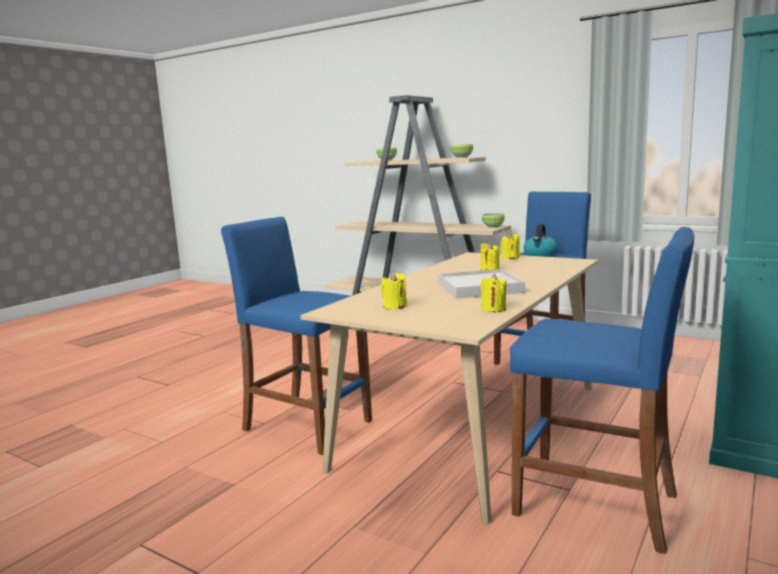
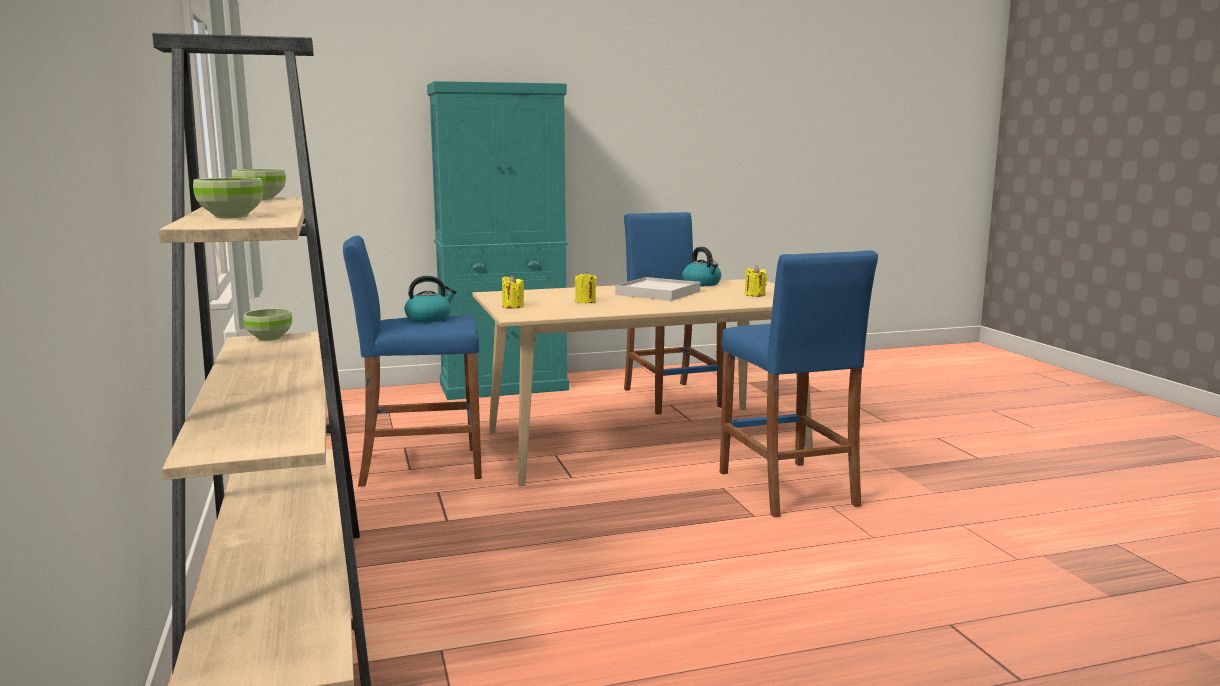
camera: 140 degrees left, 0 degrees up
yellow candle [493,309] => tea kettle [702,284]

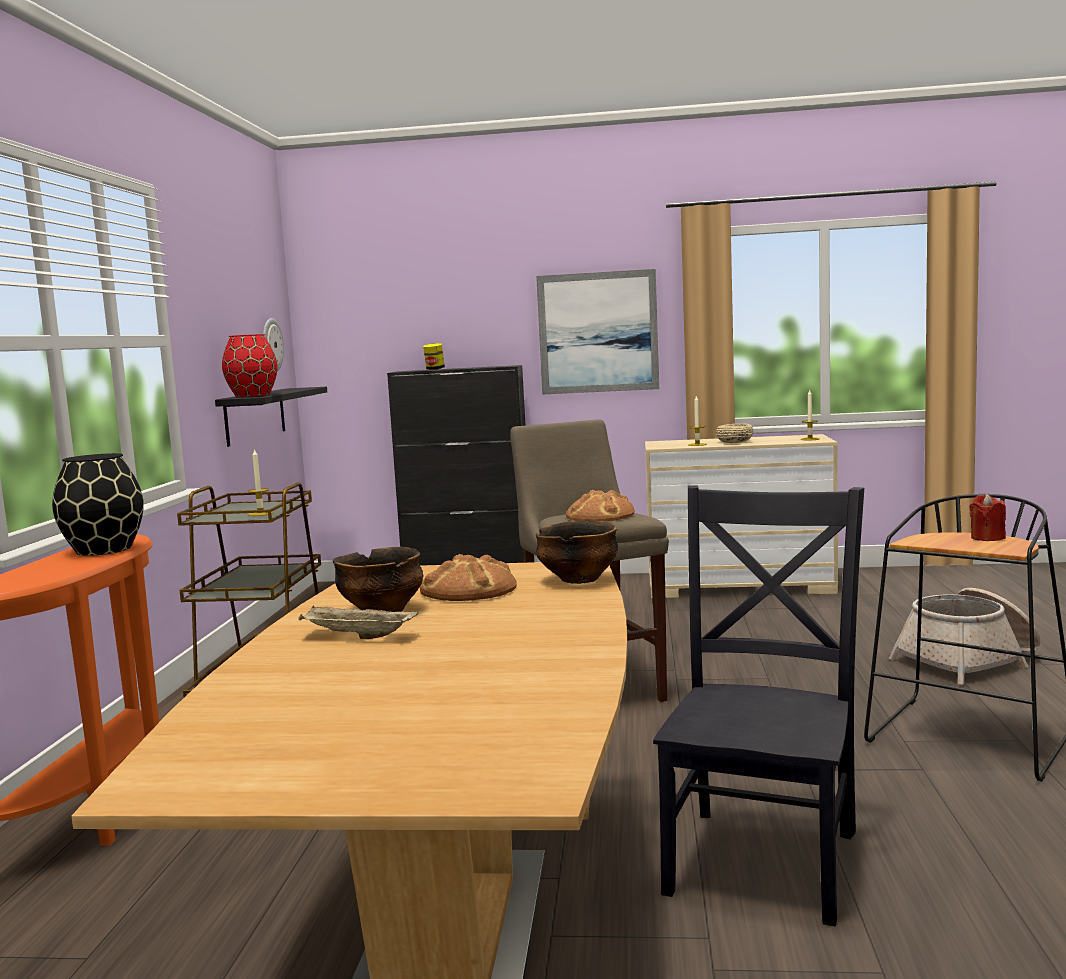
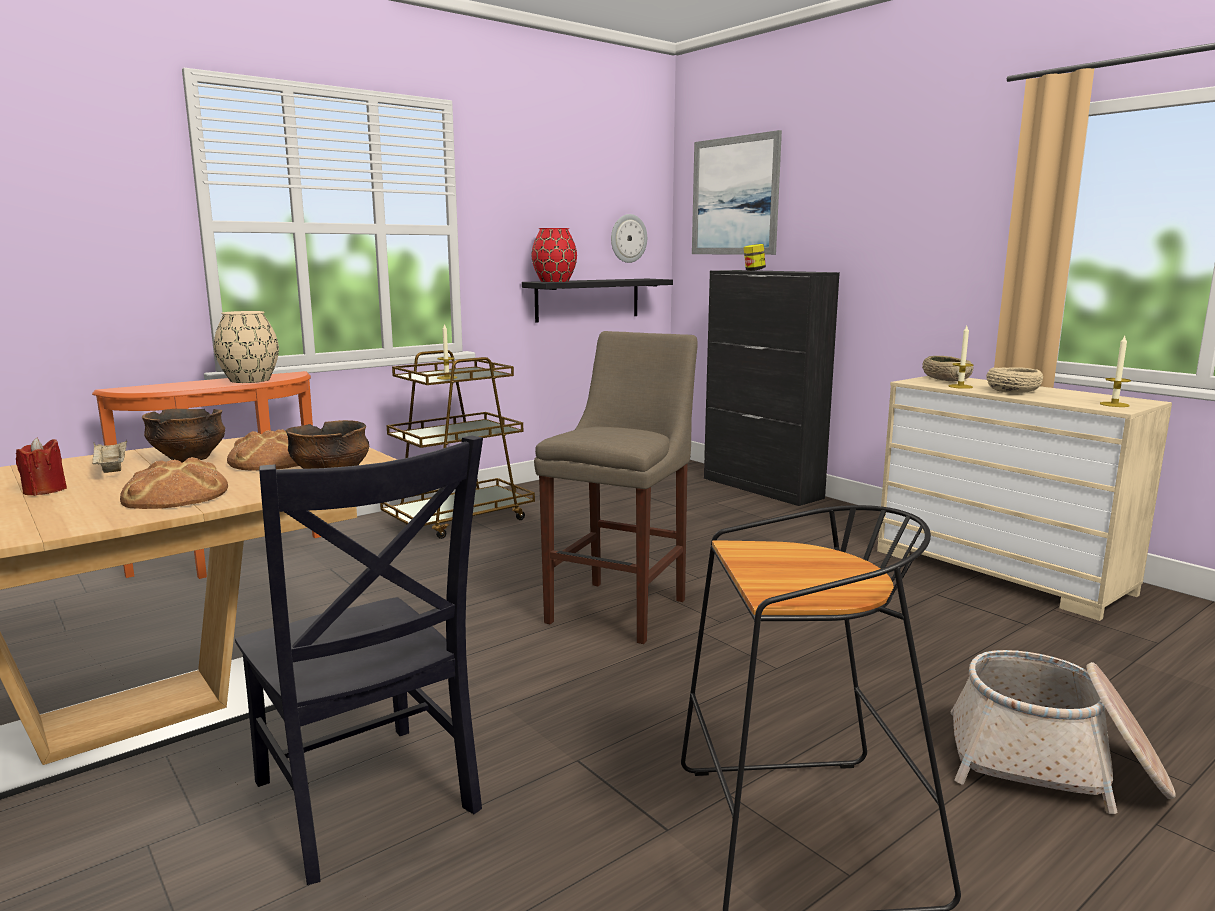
camera: 45 degrees right, 5 degrees up
reddish candle [987,538] => reddish candle [45,491], move
baked bread [600,515] => baked bread [176,495], move
black-coloured decorative vase [105,549] => sand-coloured decorative vase [250,380]
black-coloured plain chair [765,857] => black-coloured plain chair [367,802], 75 degrees clockwise
wall picture [598,332] => wall picture [734,196], move
nothing => sand-coloured deep dish [946,379]

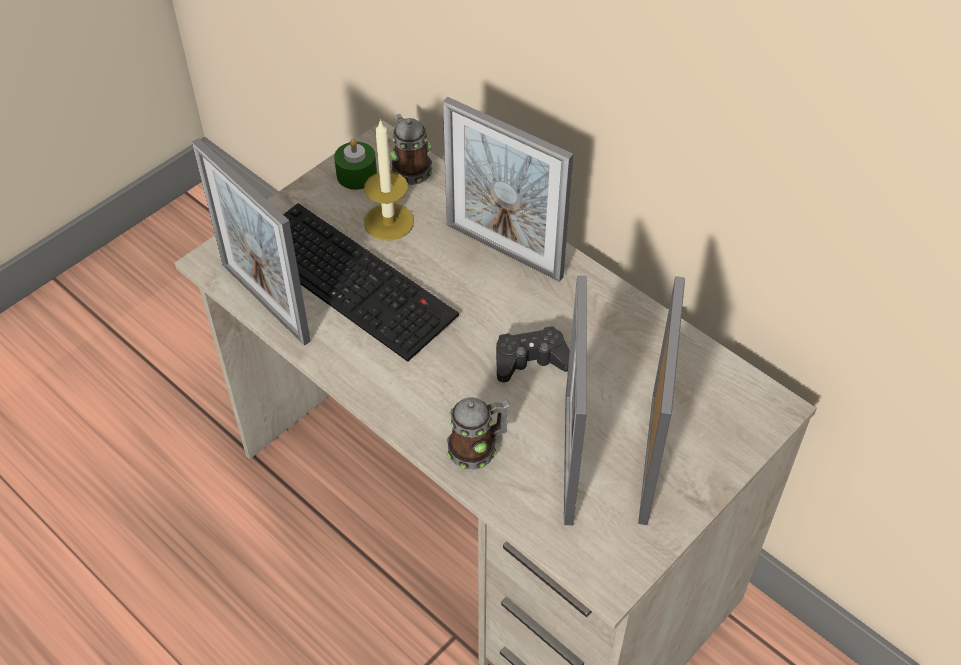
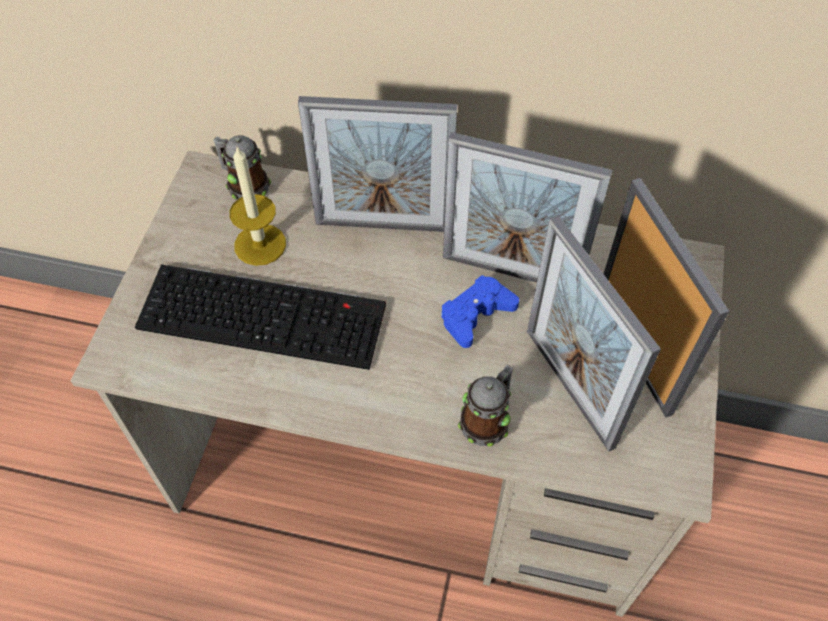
camera: 30 degrees left, 5 degrees up
black-coloured game controller [530,360] => blue-coloured game controller [476,315]
picture frame [265,302] => picture frame [510,272], move
green-coloured candle [356,175] => nothing

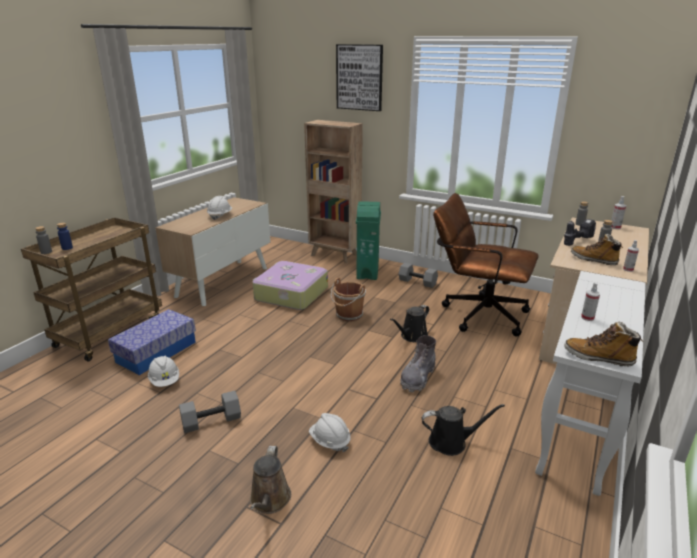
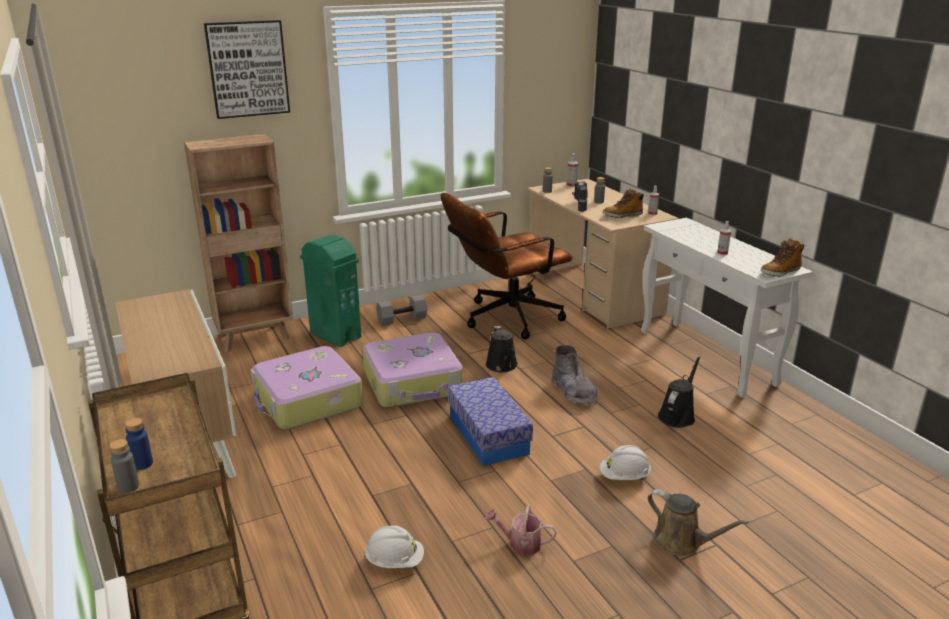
camera: 55 degrees left, 0 degrees up
brown water bucket [348,315] => suitcase [413,383]
storage bin [156,352] => storage bin [488,434], move
gray free weight [212,420] => sprinkling can [520,544]
whitish hard hat [220,216] => nothing

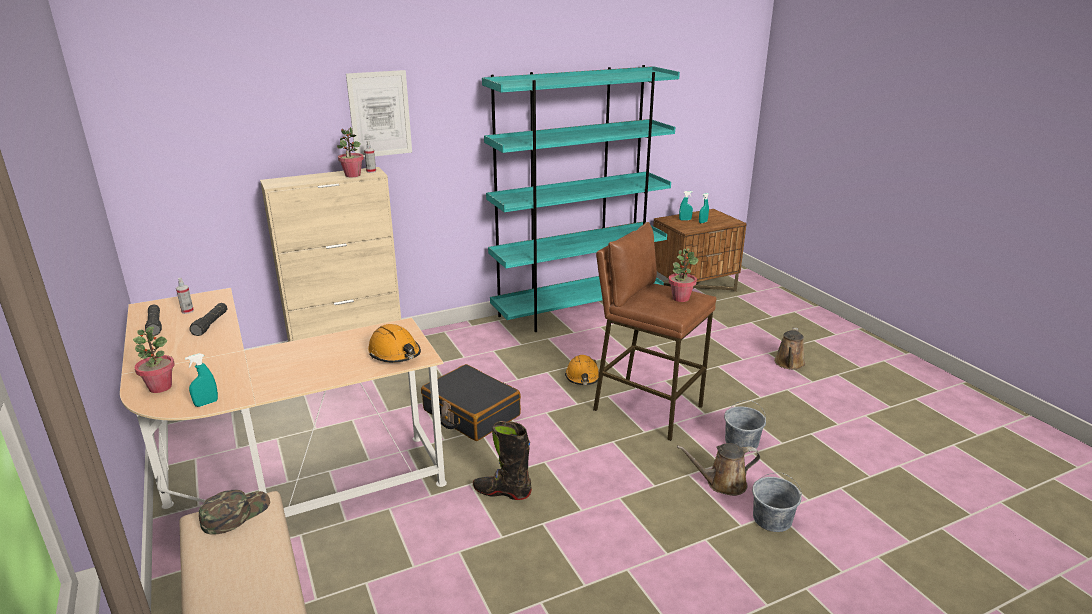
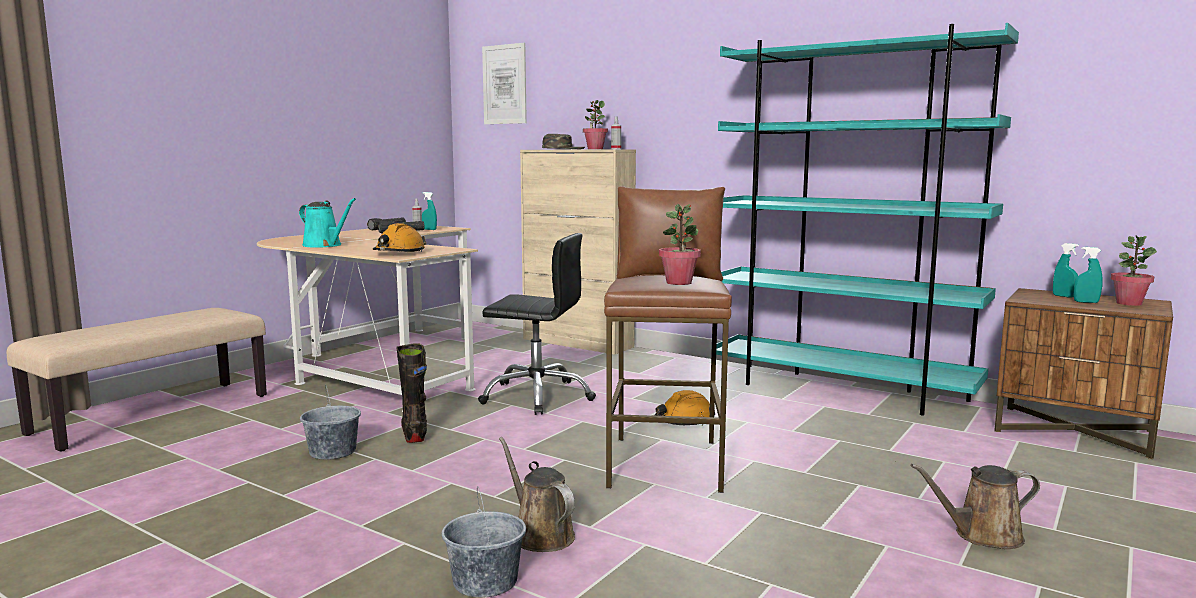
camera: 60 degrees right, 15 degrees down
nothing => turquoise-coloured sprinkling can [325,245]
gray water bucket [742,442] => gray water bucket [333,452], move
turquoise-coloured spray bottle [206,403] => turquoise-coloured spray bottle [429,229], move
black-coloured suitcase [471,413] => black-coloured desk chair [537,396]
wall picture [380,114] => wall picture [504,84], move
green-coloured peaked cap [235,513] => green-coloured peaked cap [563,149], move
houseplant [160,387] => houseplant [1129,303], move

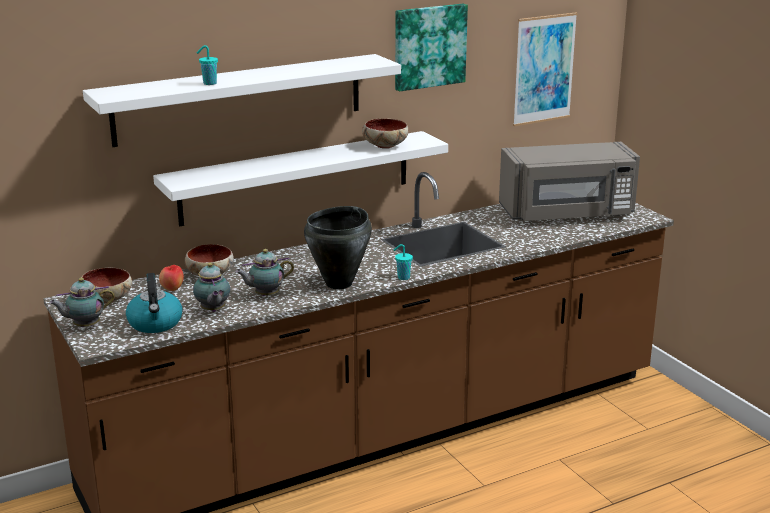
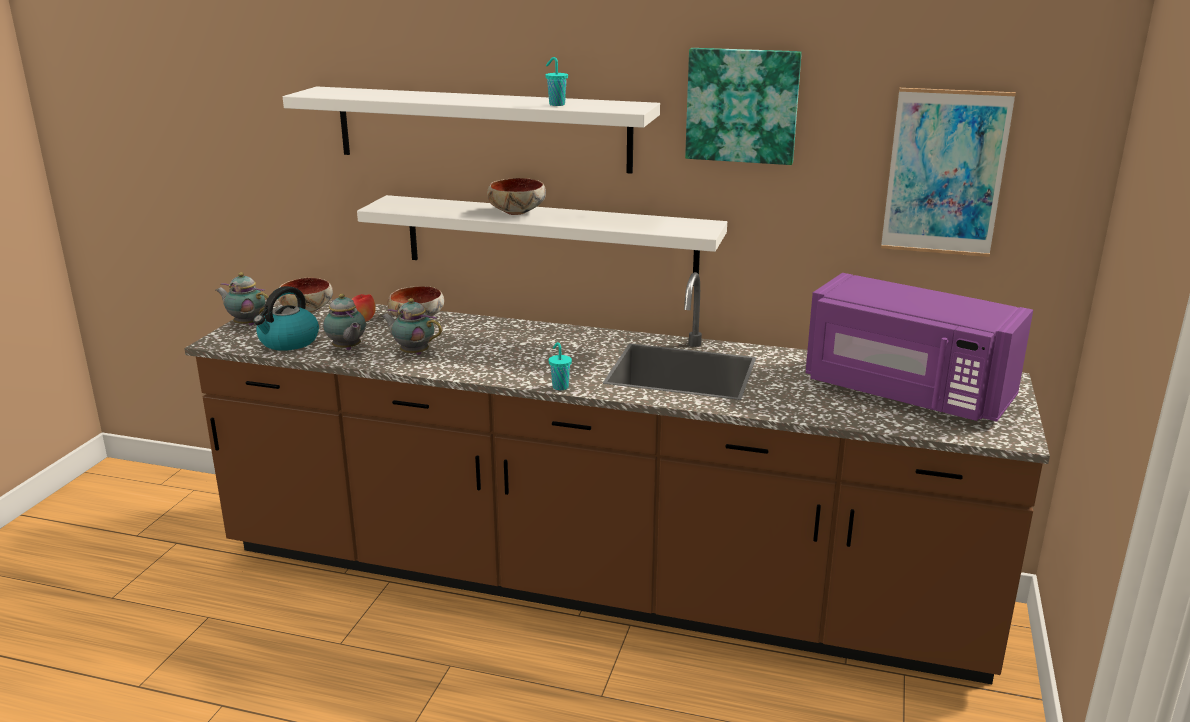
camera: 45 degrees right, 0 degrees up
teapot [213,310] => teapot [347,349], 60 degrees counterclockwise
deep dish [384,146] => deep dish [517,212], move
turquoise-coloured small cup [209,83] => turquoise-coloured small cup [556,104], move
gray microwave [567,213] => purplish microwave [905,393]
black-coloured saucepot [339,283] => nothing

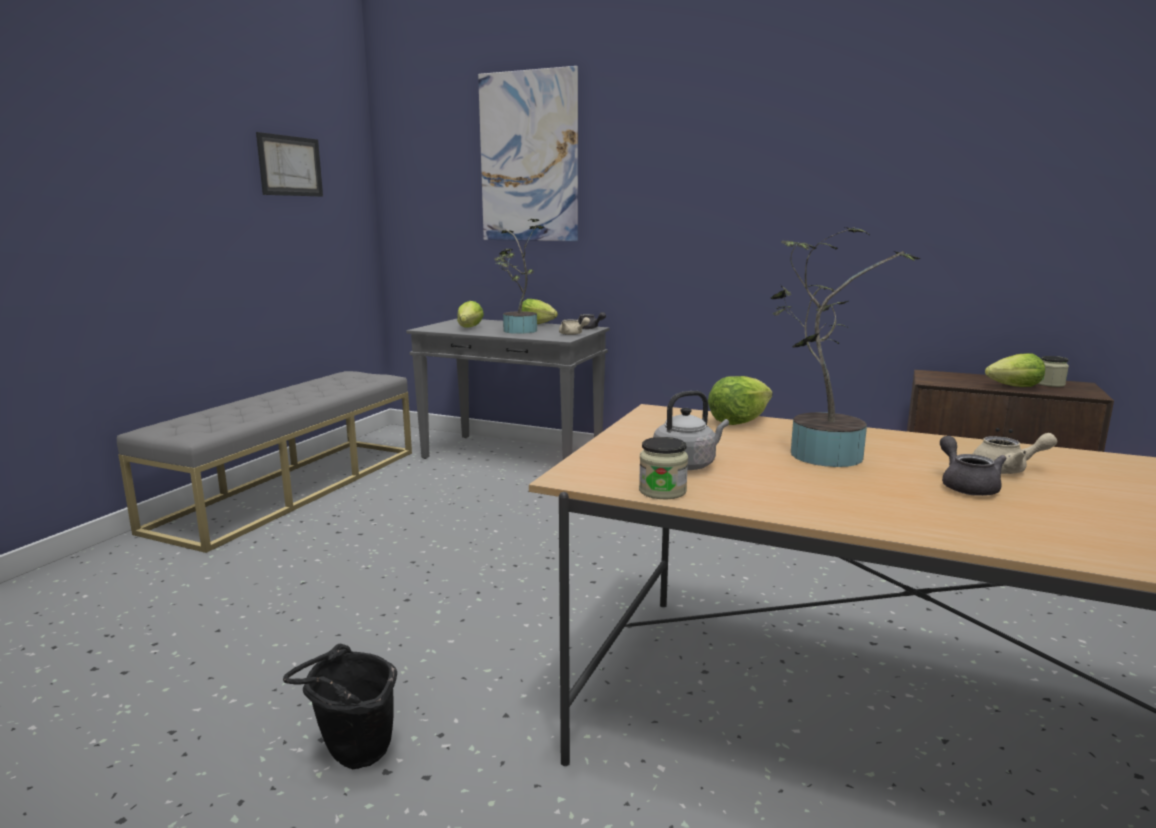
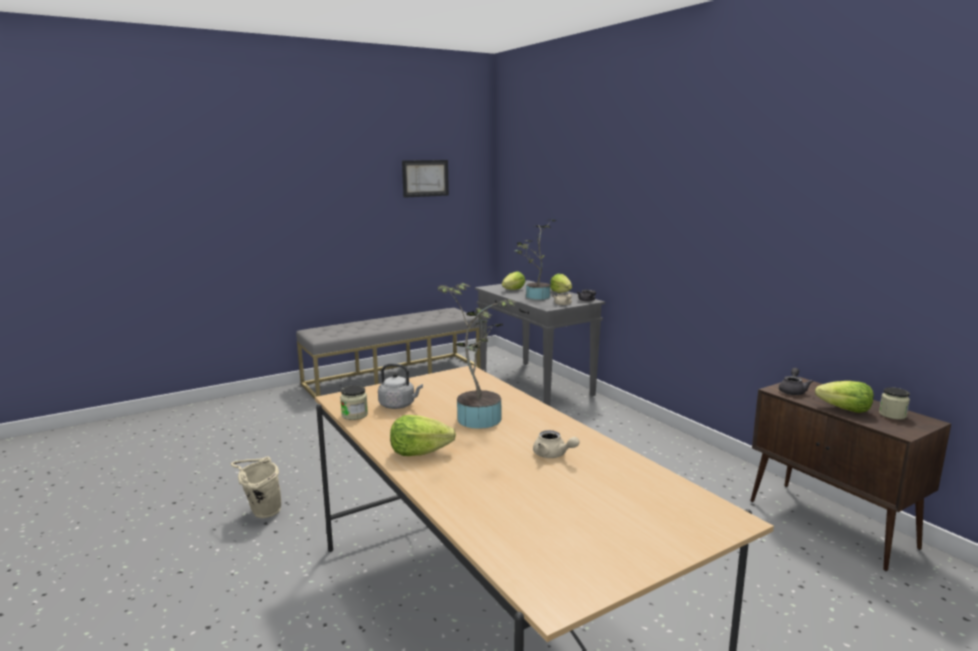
camera: 35 degrees right, 0 degrees up
black-coloured water bucket [352,758] => sand-coloured water bucket [261,513]
lettuce [738,421] => lettuce [419,452], move
gray teapot [966,486] => gray teapot [792,391], move
wall picture [528,157] => nothing

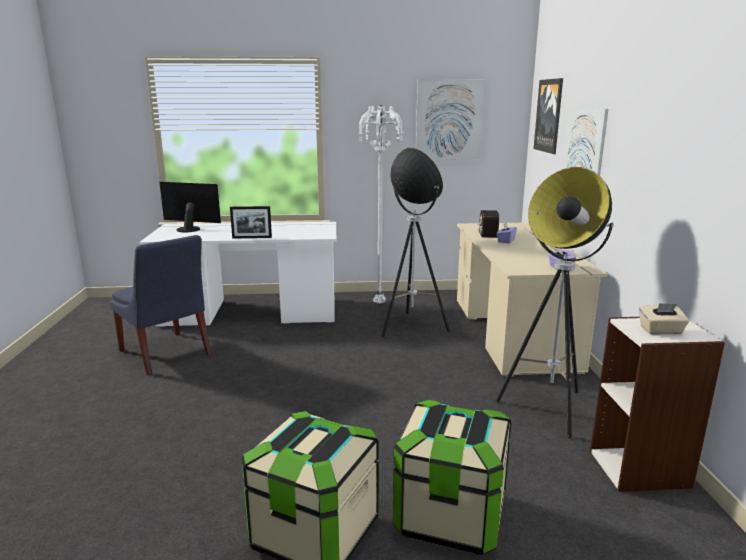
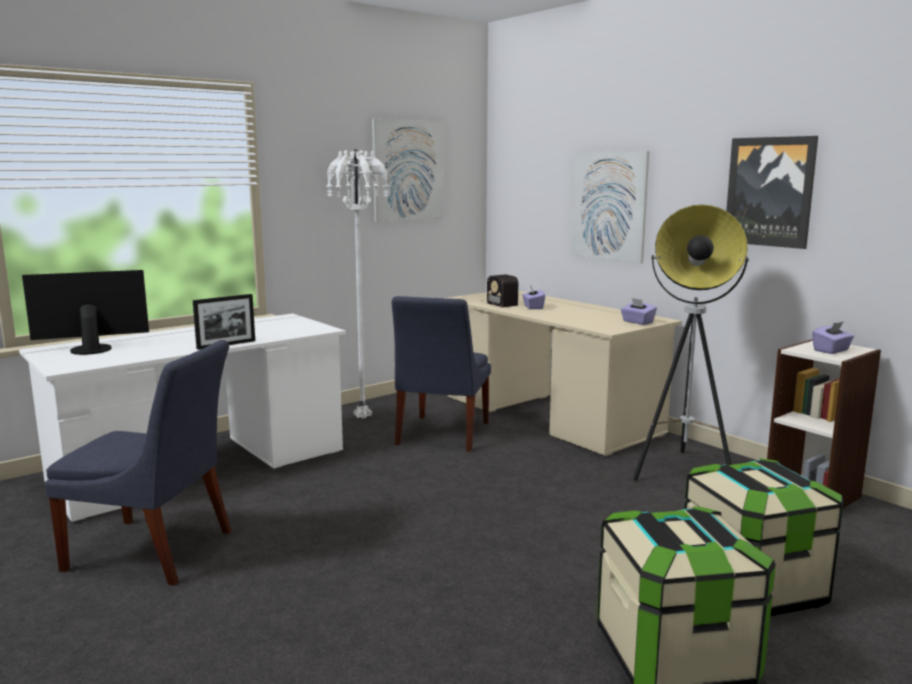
camera: 35 degrees left, 5 degrees down
floor lamp [411,327] => blue-coloured plain chair [441,435]
wall picture [549,116] => wall picture [770,192], move
sand-coloured tissue holder [661,331] => purplish tissue holder [831,350]

